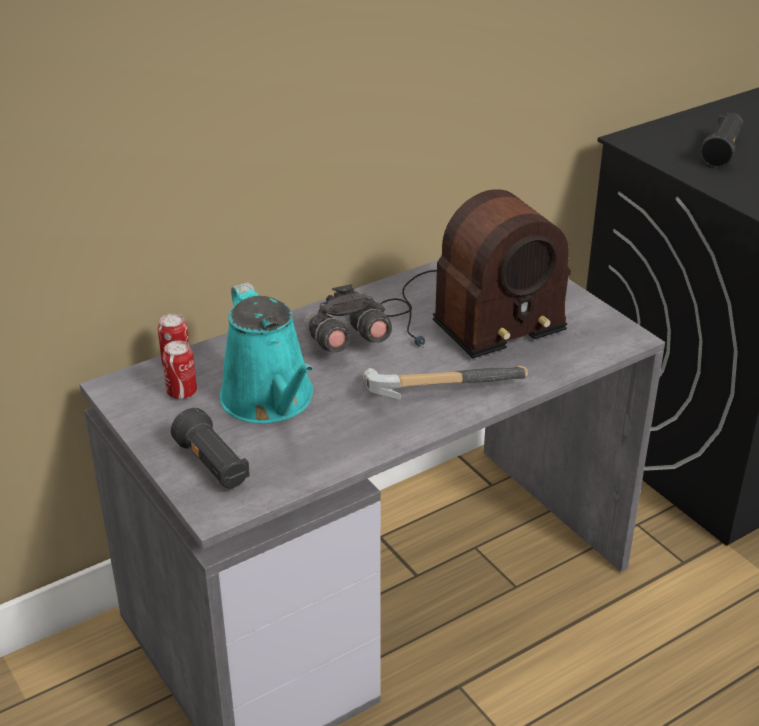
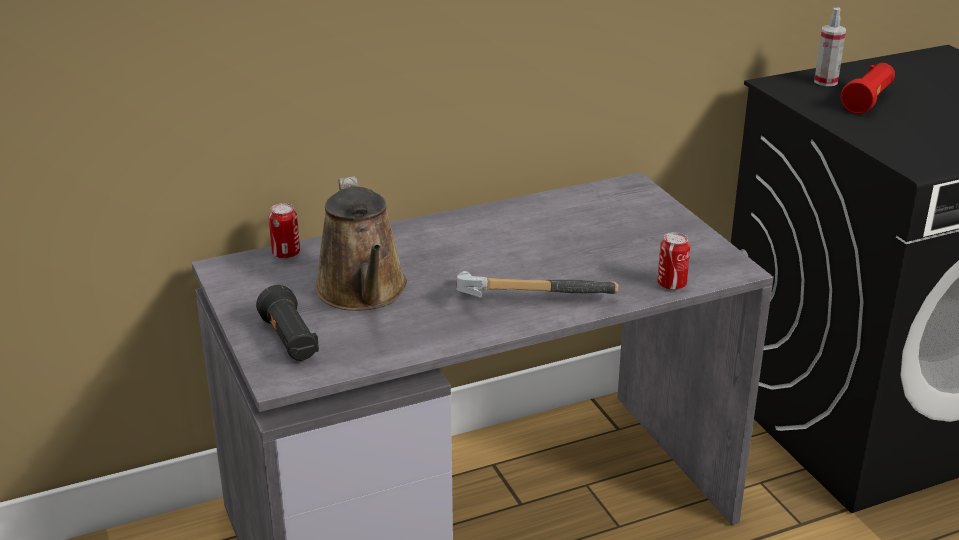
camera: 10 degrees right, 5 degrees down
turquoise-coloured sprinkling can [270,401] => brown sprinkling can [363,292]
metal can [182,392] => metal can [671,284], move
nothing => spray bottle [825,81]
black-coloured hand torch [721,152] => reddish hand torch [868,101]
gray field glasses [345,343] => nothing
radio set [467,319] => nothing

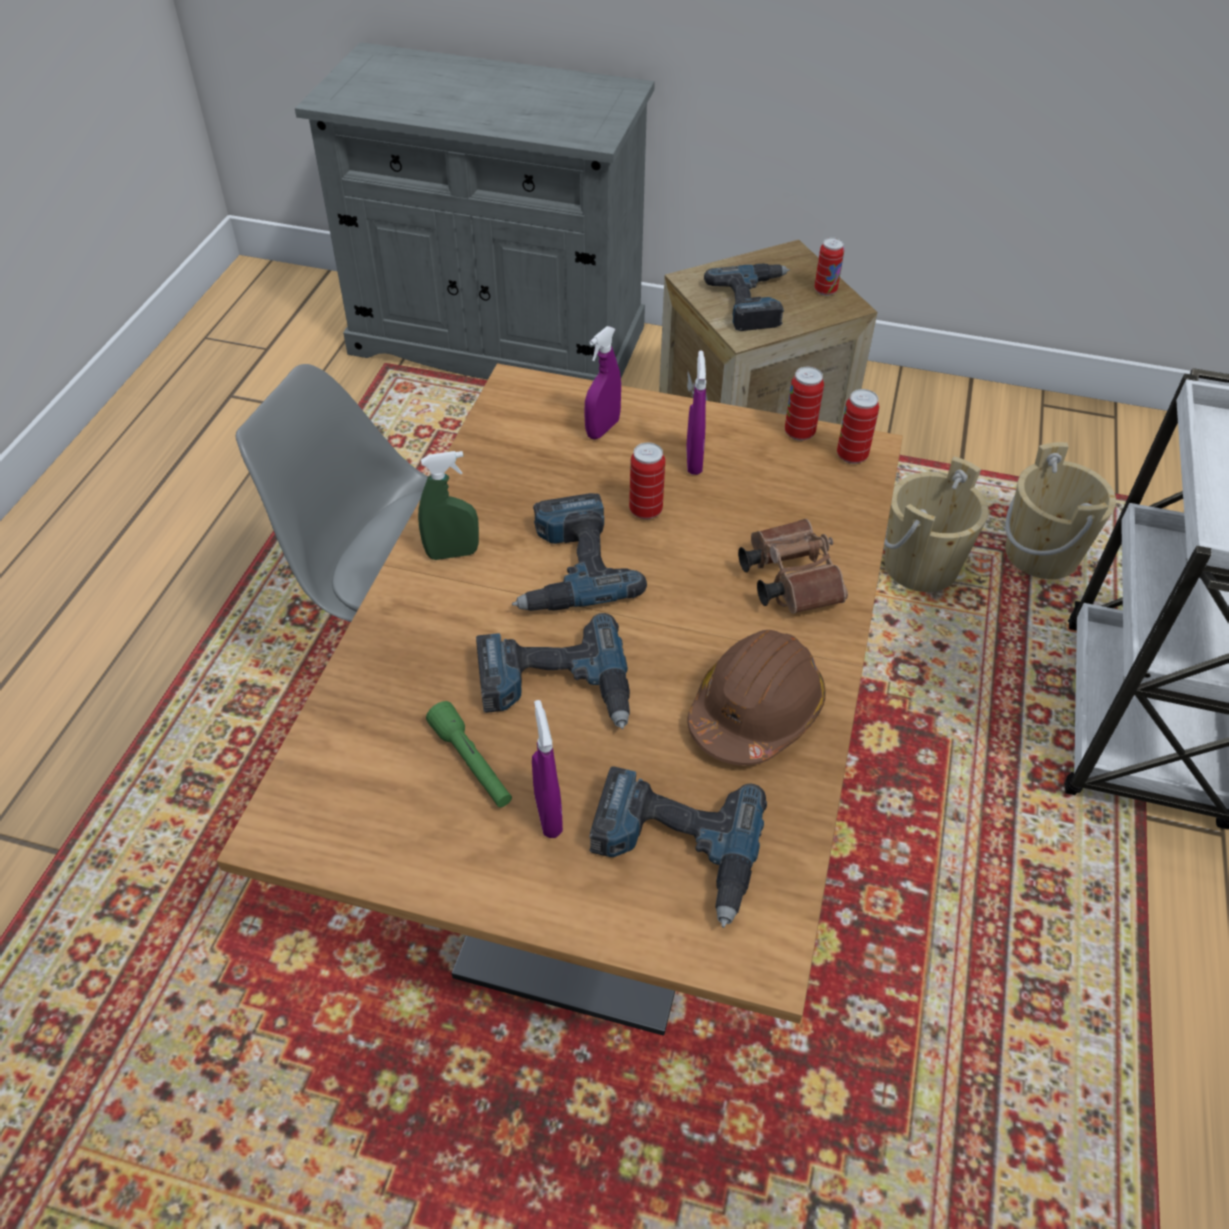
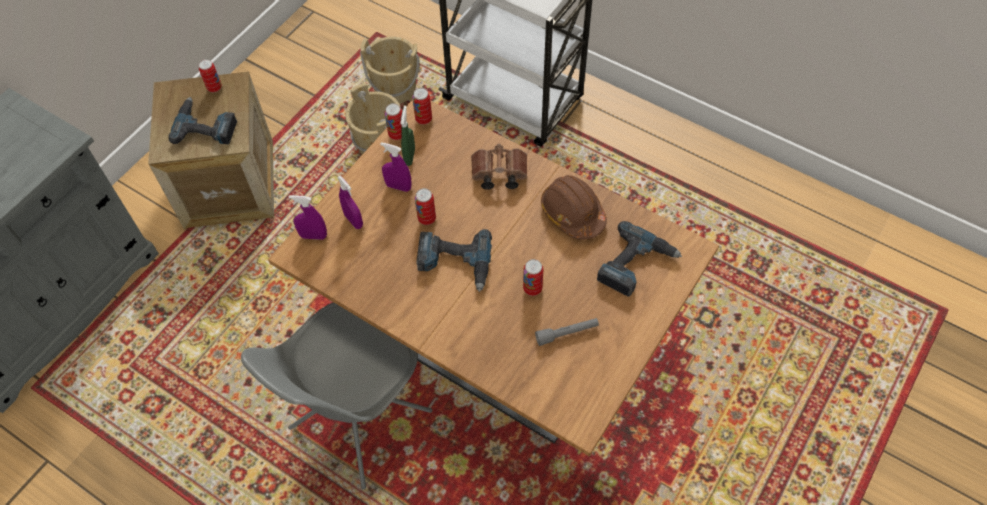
camera: 70 degrees left, 10 degrees up
purplish spray bottle [548,814] => purplish spray bottle [313,236], move
green-coloured spray bottle [452,553] => green-coloured spray bottle [409,156], move
drill [555,688] => metal can [532,288]
green-coloured hand torch [472,764] => gray hand torch [567,333]

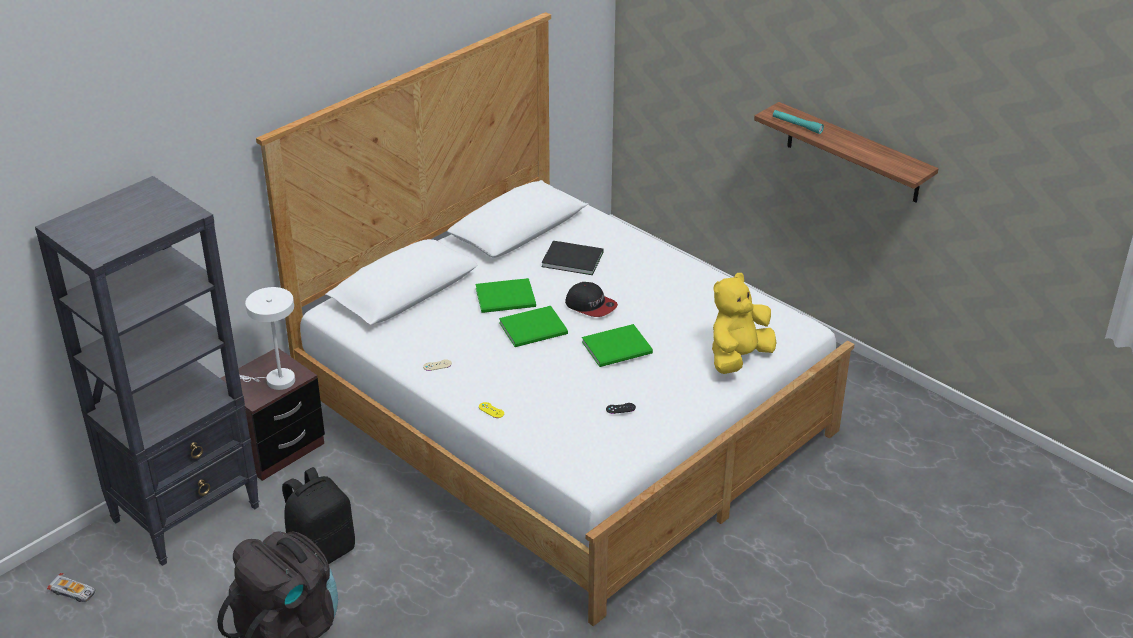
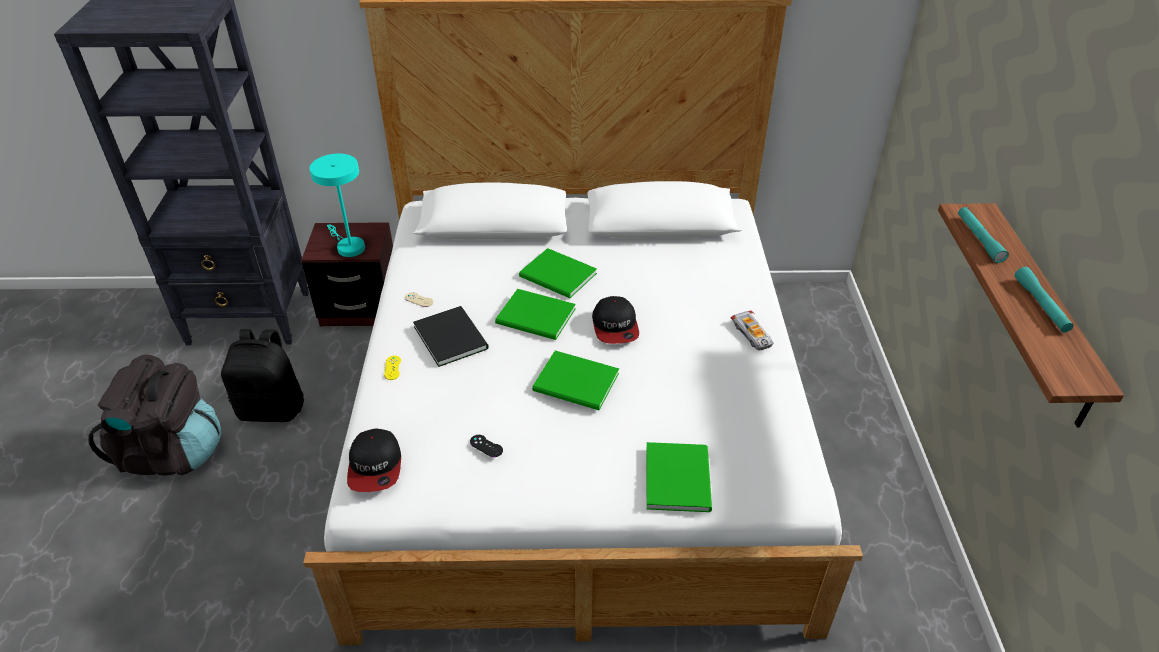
camera: 45 degrees right, 5 degrees up
whitish table lamp [275,381] => turquoise-coloured table lamp [348,246]
nothing => peaked cap [375,466]
black-coloured book [571,258] => black-coloured book [451,336], move
yellow plush toy [738,358] => green-coloured book [679,476]
miniature car [73,592] => miniature car [752,334], move
nothing => turquoise-coloured hand torch [1041,305]

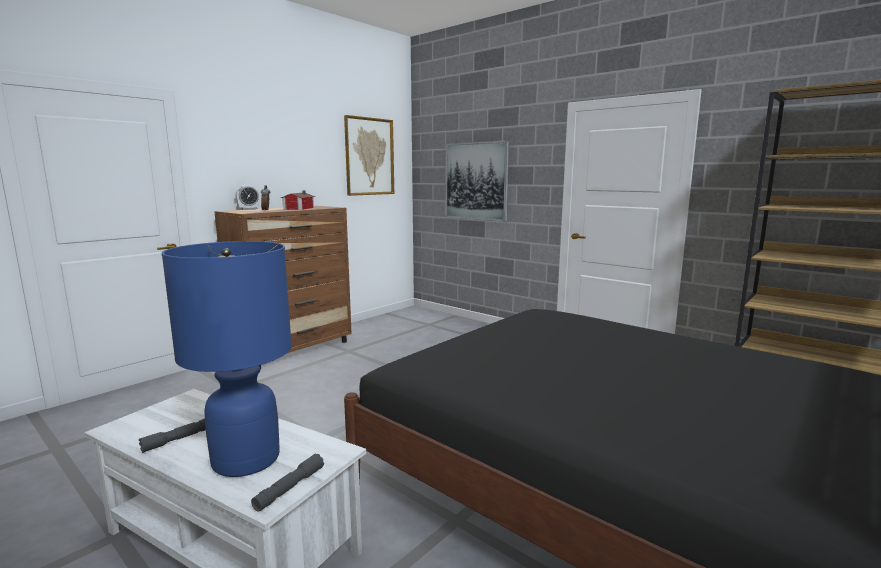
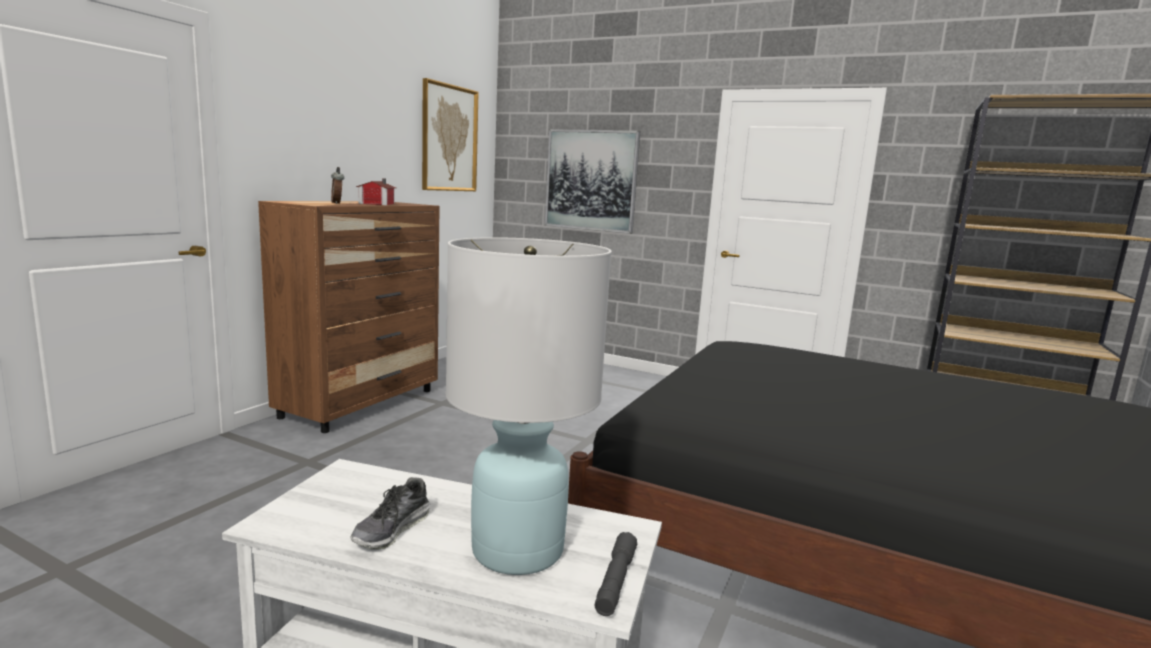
camera: 15 degrees left, 0 degrees up
gray hand torch [181,439] => item of footwear [392,530]
blue-coloured table lamp [245,460] => whitish table lamp [517,550]
bedside clock [248,209] => nothing

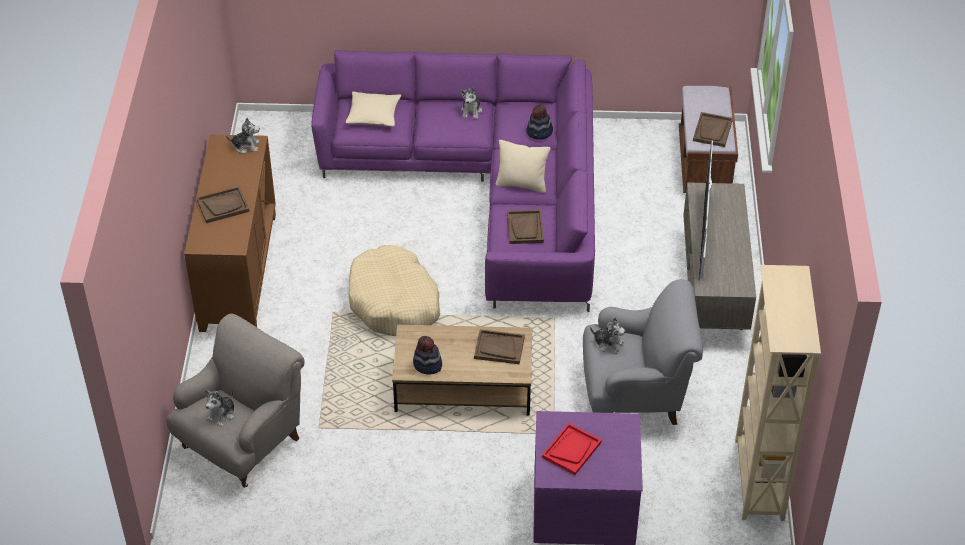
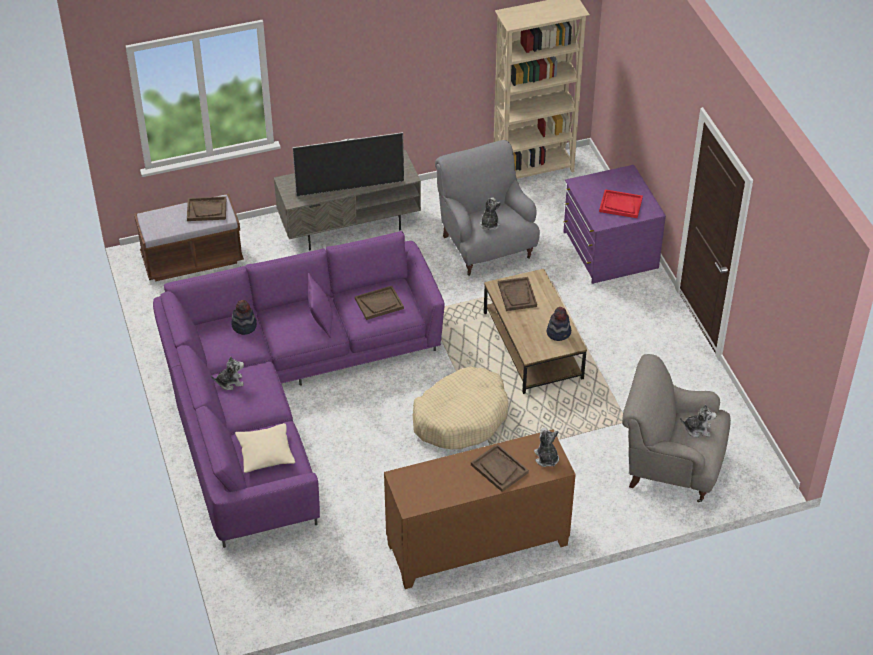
camera: 110 degrees left, 0 degrees up
sand-coloured throw pillow [522,184] => purplish throw pillow [321,321]
plush toy [246,146] => plush toy [546,458], move

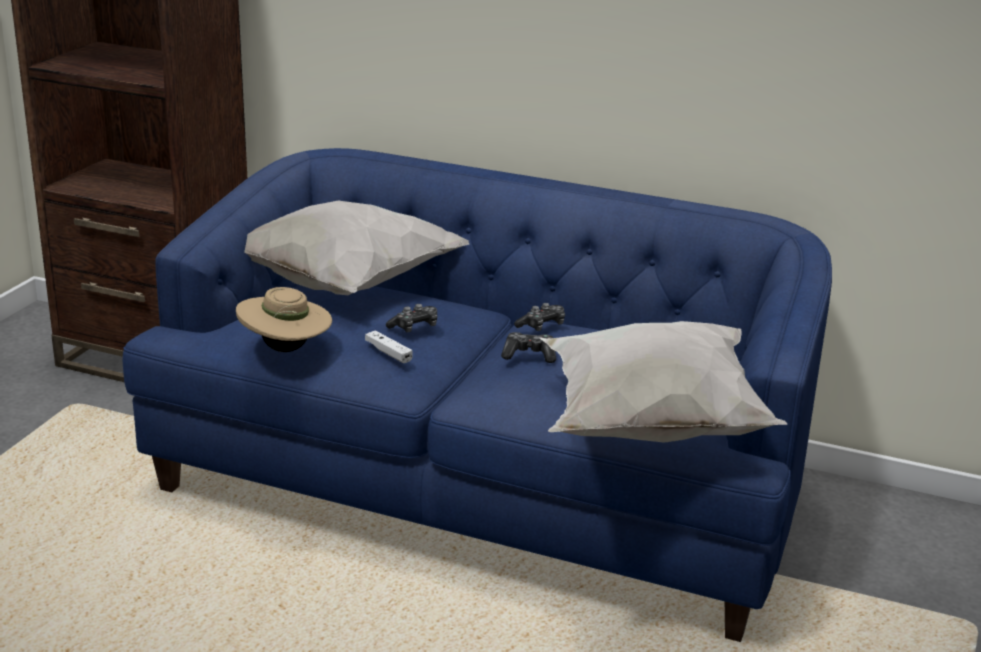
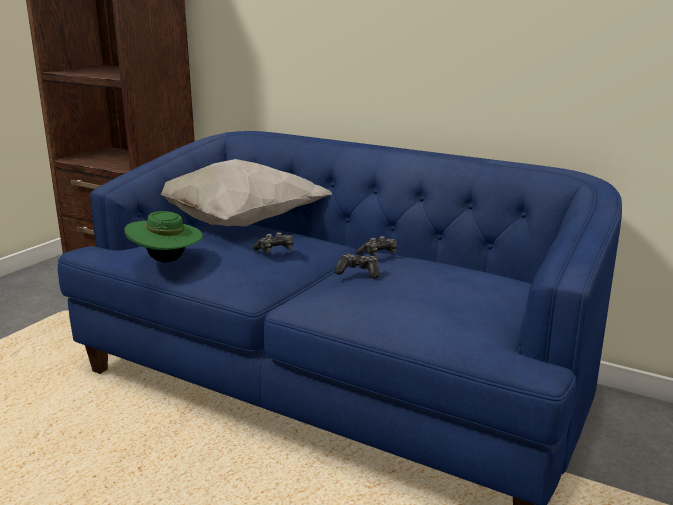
camera: 10 degrees right, 5 degrees down
sand-coloured clothing hat [285,349] => green-coloured clothing hat [167,261]
whitish game controller [388,353] => nothing
whitish throw pillow [649,426] => nothing

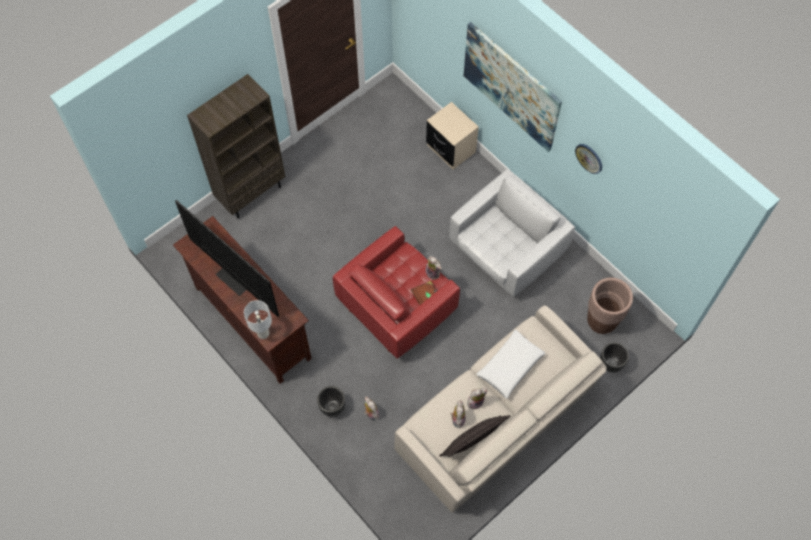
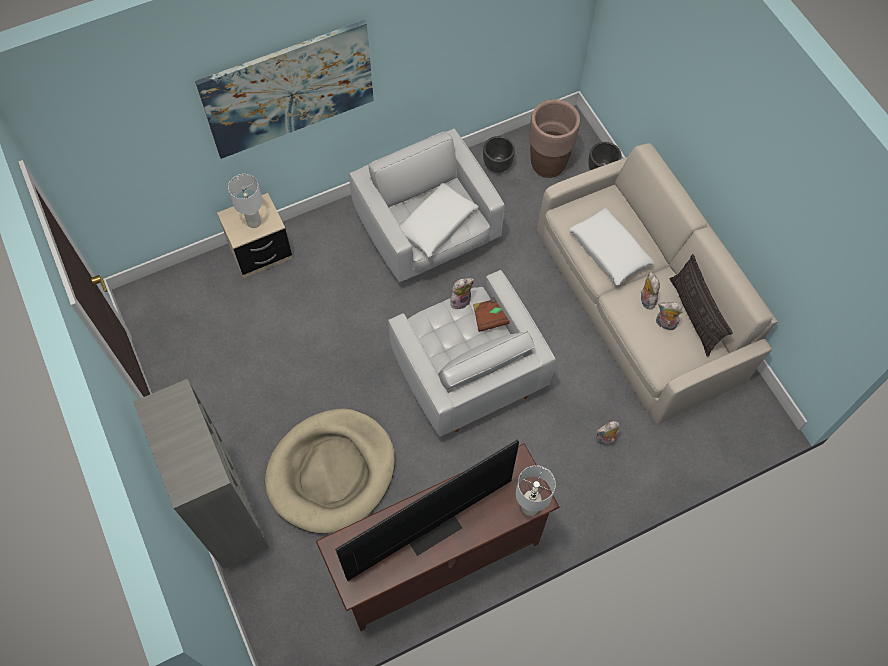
camera: 75 degrees left, 0 degrees up
brown shelving unit [251,193] => gray shelving unit [231,519]
nothing => whitish table lamp [253,222]
nothing => sand-coloured pet bed [331,472]
reddish easy chair [397,306] => whitish easy chair [467,372]
nothing => whitish throw pillow [436,225]
black-coloured flower pot [332,407] => black-coloured flower pot [497,165], move
hanging clock [589,158] => nothing

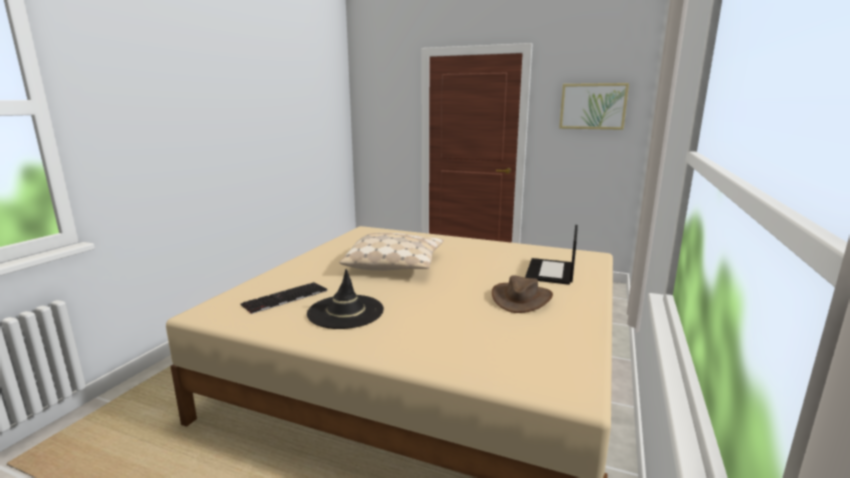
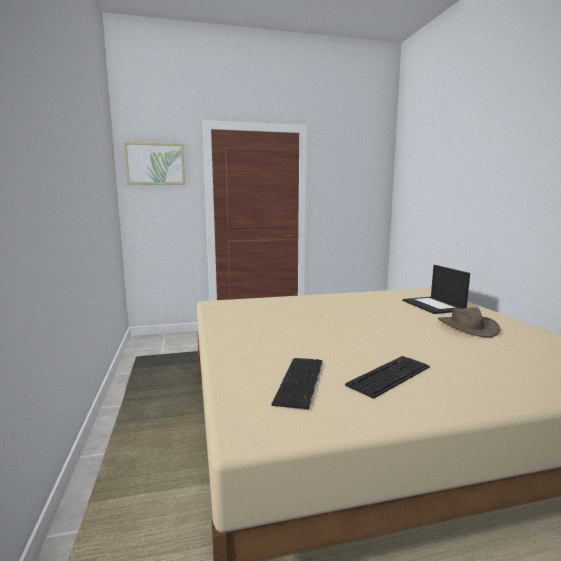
camera: 35 degrees left, 5 degrees down
wall picture [593,106] => wall picture [155,164], move
black-coloured clothing hat [345,312] => keyboard [388,375]
sand-coloured throw pillow [395,264] => nothing

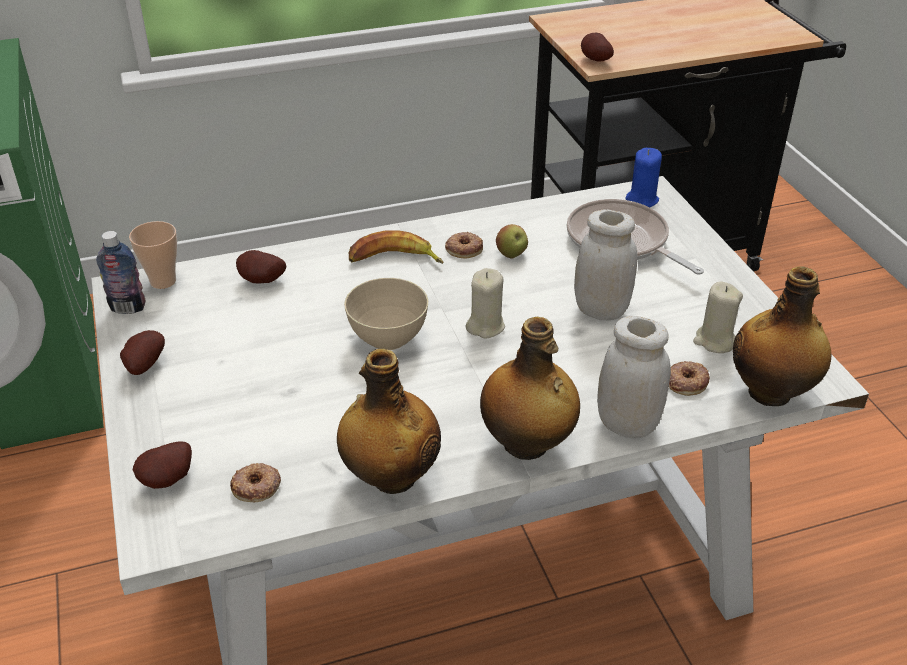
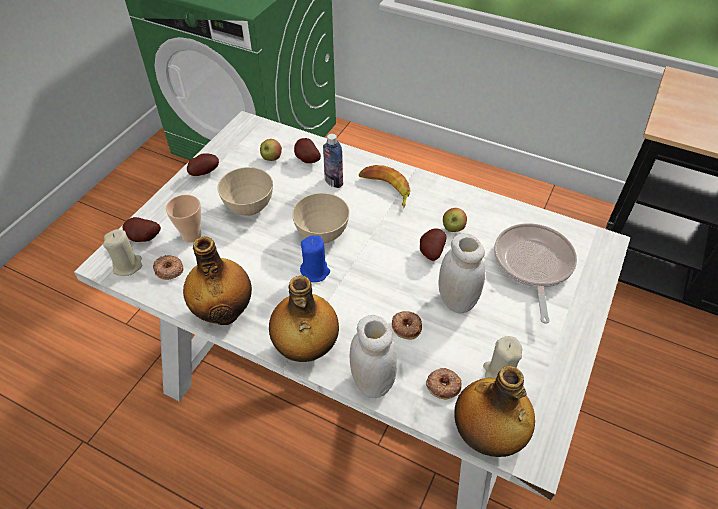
camera: 45 degrees right, 10 degrees up
sand-coloured candle [485,326] => sand-coloured candle [128,266], move
small cup [163,281] => small cup [192,235], move
nothing => sand-coloured deep dish [249,207]
nothing => apple fruit [271,158]
blue-coloured candle [641,199] => blue-coloured candle [315,272], move
drink bottle [128,308] => drink bottle [333,182], move
donut [464,248] => donut [406,326], move
whole potato [594,60] => whole potato [430,252], move

